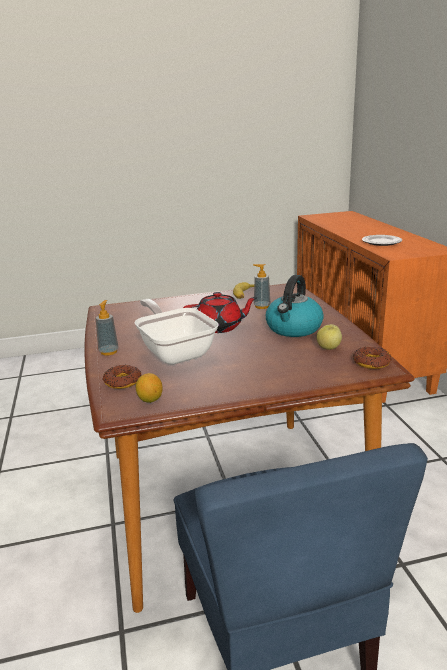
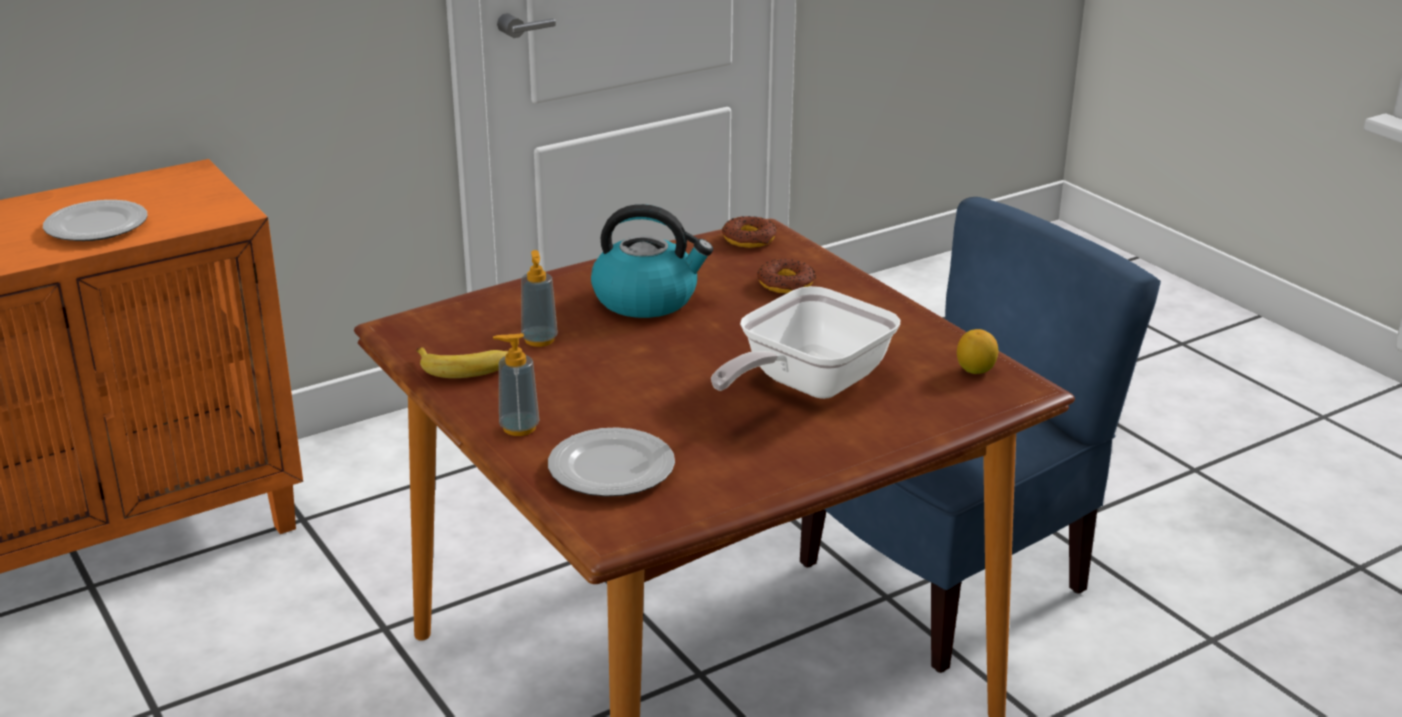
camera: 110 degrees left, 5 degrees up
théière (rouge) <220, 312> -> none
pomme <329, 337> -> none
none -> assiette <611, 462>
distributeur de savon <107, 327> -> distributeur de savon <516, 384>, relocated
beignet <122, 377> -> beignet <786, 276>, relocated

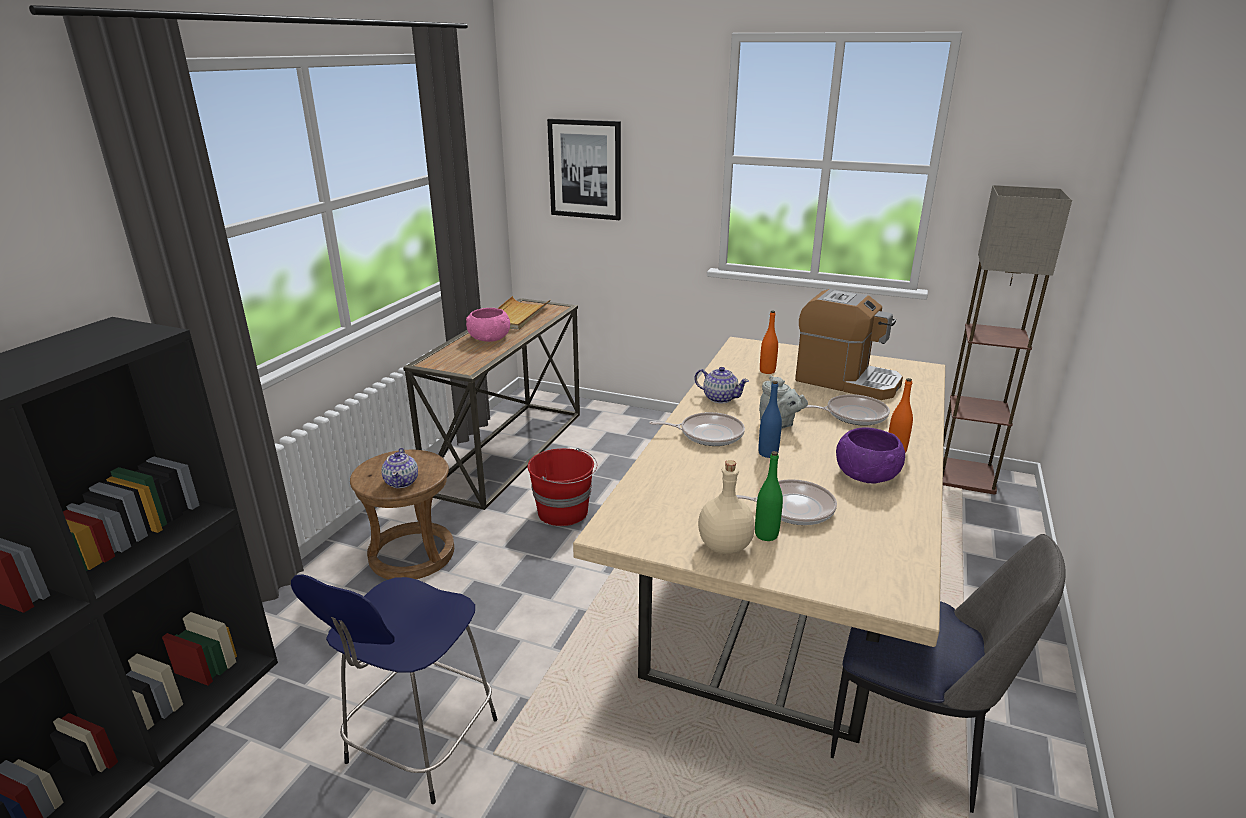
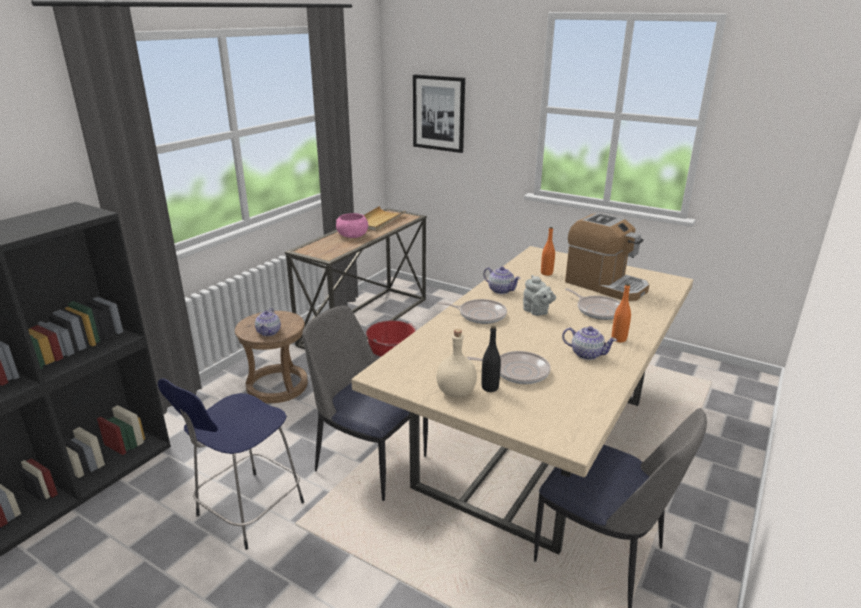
camera: 10 degrees right, 0 degrees up
bouteille (bleu) <770, 419> -> none
lampadaire <1007, 340> -> none
none -> chaise <365, 403>
bol (violet) <870, 455> -> théière <589, 343>
bouteille (vert) <769, 496> -> bouteille (noir) <491, 359>
poêle <847, 410> -> poêle <593, 304>, 45 degrees clockwise

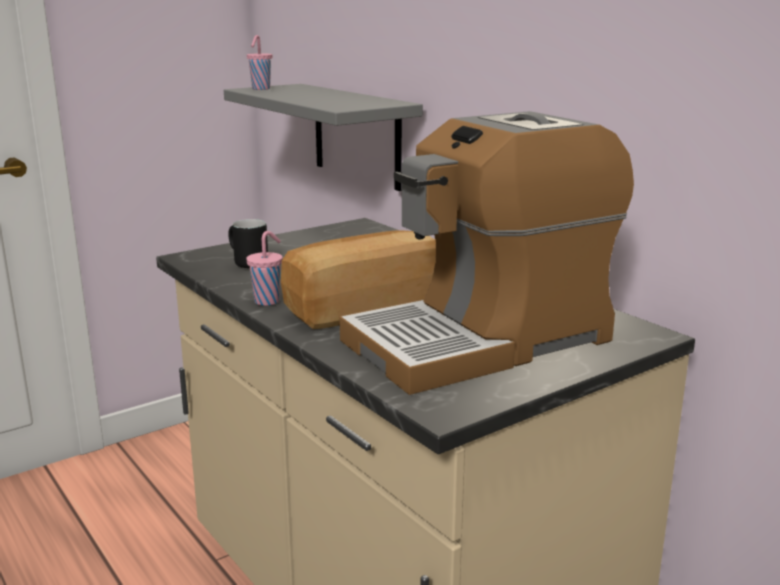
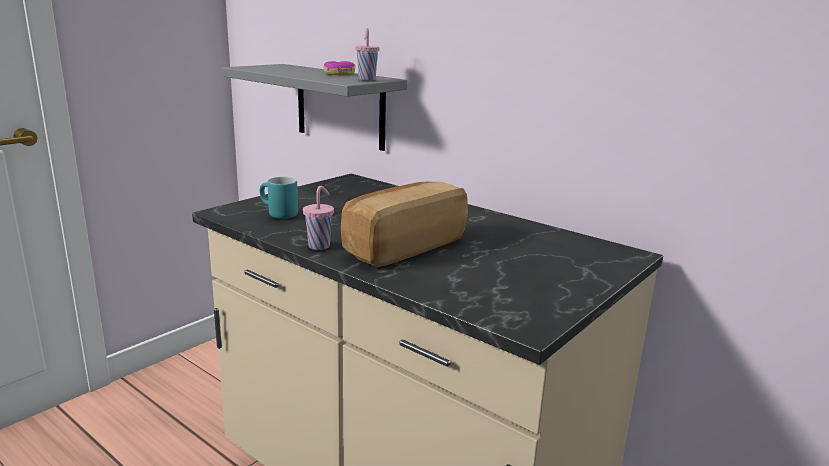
camera: 15 degrees left, 0 degrees up
machine à café <486, 253> -> none
none -> beignet <339, 68>
tasse (rose) <259, 62> -> tasse (rose) <367, 54>, relocated
mug (noir) <248, 243> -> mug (turquoise) <279, 198>

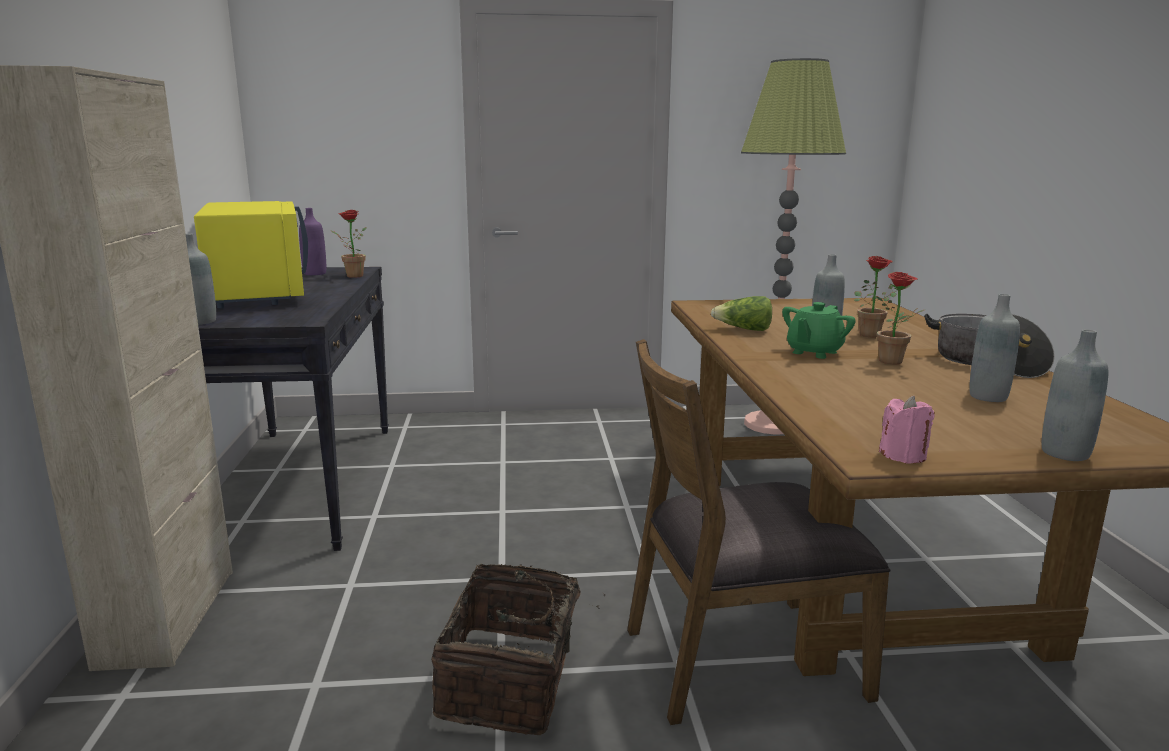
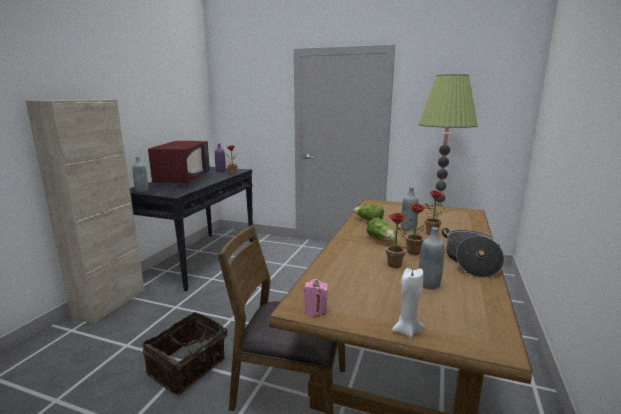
camera: 25 degrees right, 0 degrees up
none -> plante en pot <391, 240>
théière (vert) <819, 330> -> laitue <381, 228>
bouteille (gris) <1075, 395> -> bougie (blanc) <408, 303>
micro-ondes (jaune) <251, 254> -> micro-ondes (rouge) <179, 163>

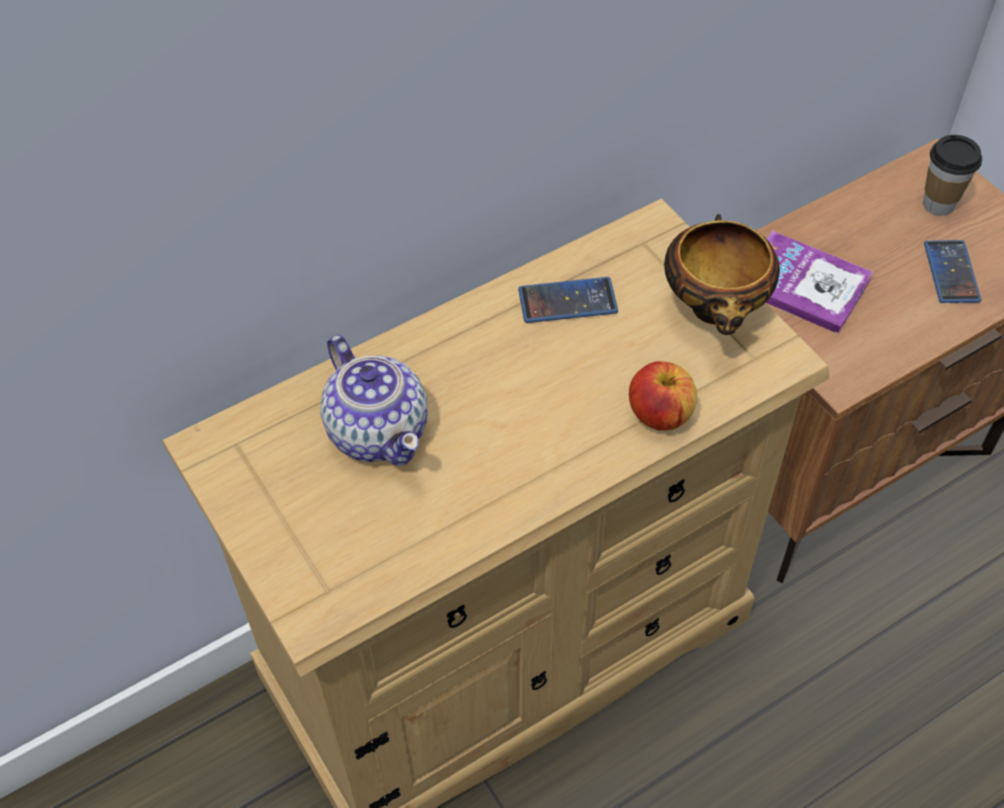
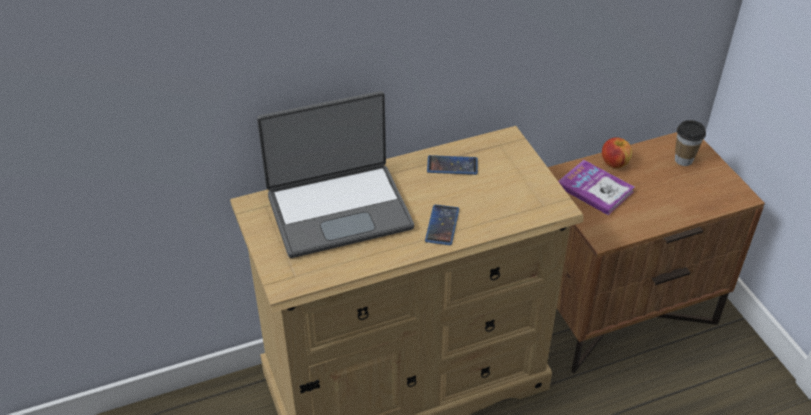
camera: 10 degrees right, 10 degrees down
bol <722, 274> -> none
pomme <663, 396> -> pomme <617, 152>, relocated
téléphone <952, 271> -> téléphone <442, 224>, relocated
théière <374, 400> -> ordinateur portable <335, 174>

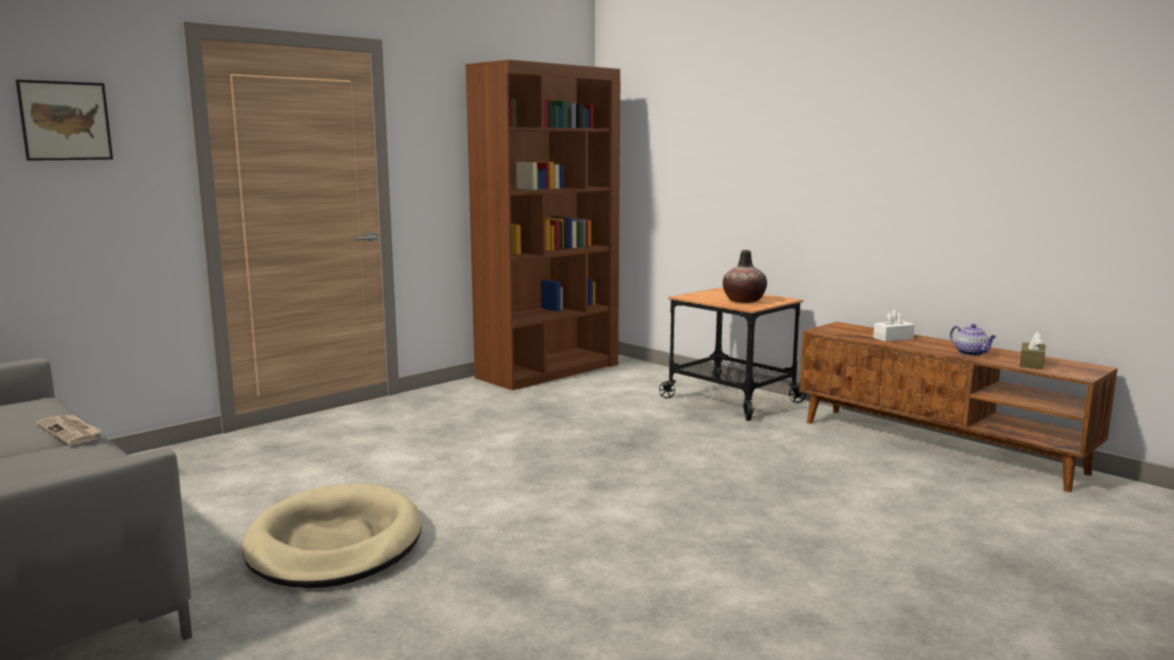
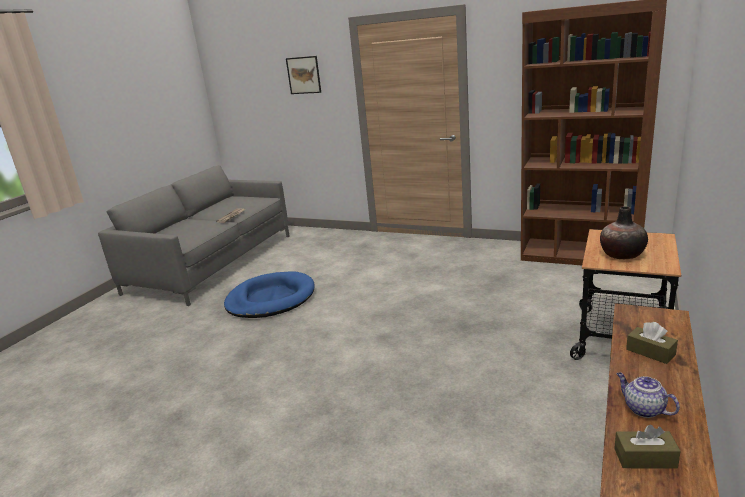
camera: 70 degrees right, 10 degrees up
panier pour chien (beige) <332, 535> -> panier pour chien (bleu) <269, 294>
boîte à mouchoirs (blanc) <894, 325> -> boîte à mouchoirs (marron) <652, 343>
théière <973, 340> -> théière <648, 395>, 105 degrees clockwise

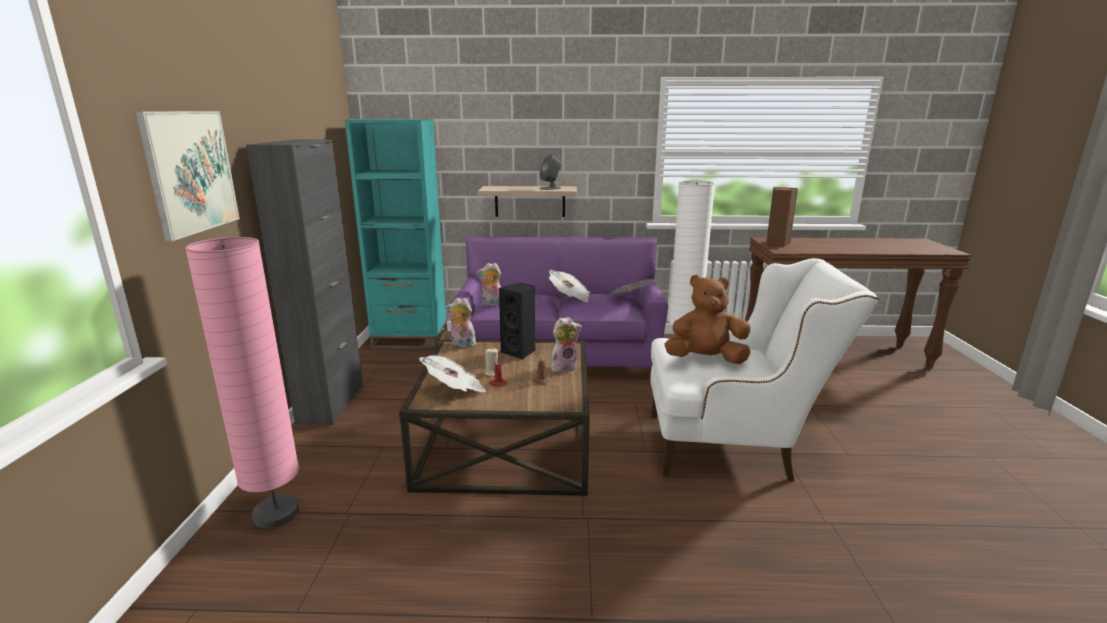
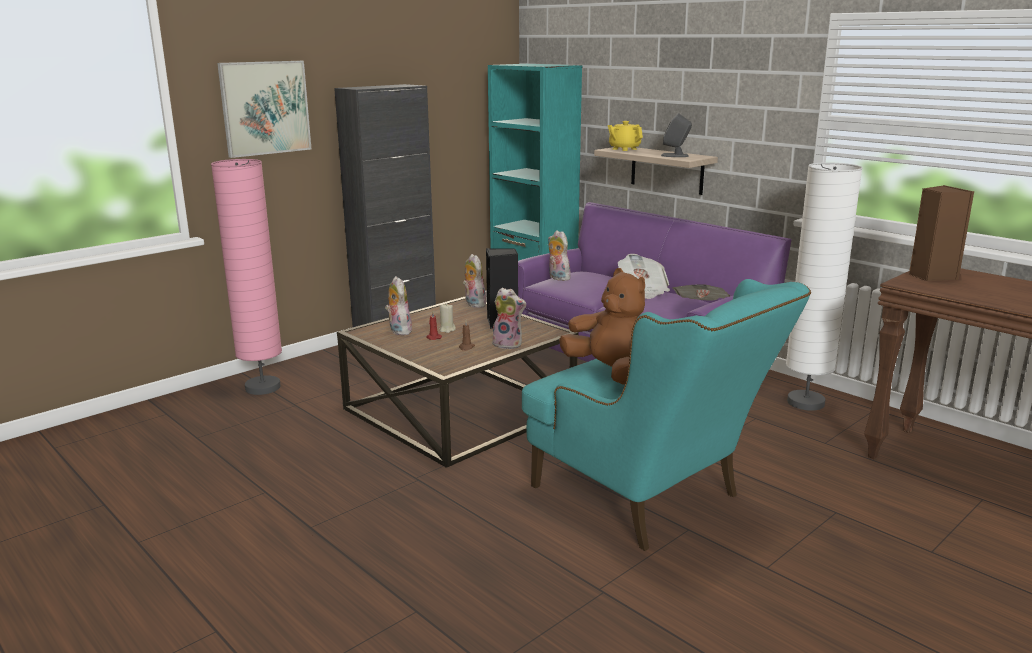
camera: 45 degrees right, 0 degrees up
none -> théière (jaune) <625, 136>
journal <452, 373> -> peluche <398, 305>
fauteuil (blanc) <765, 369> -> fauteuil (turquoise) <666, 415>

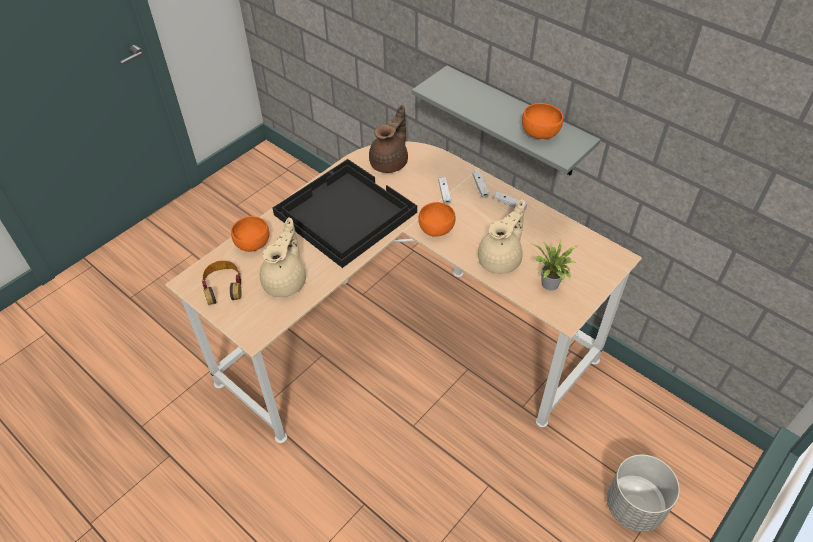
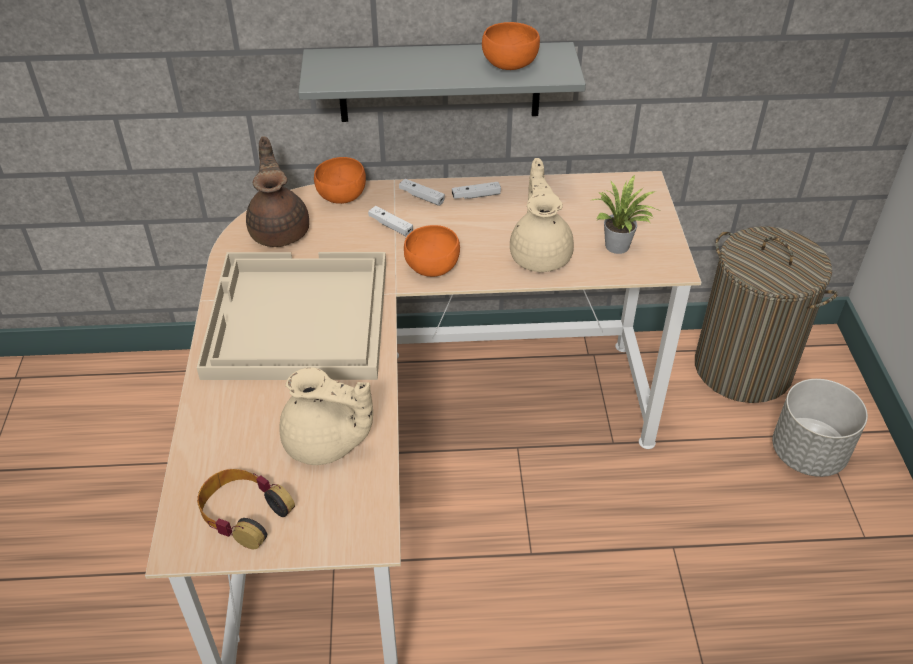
camera: 45 degrees left, 5 degrees down
none -> panier à linge <766, 314>
bol (orange) <250, 234> -> bol (orange) <340, 180>, relocated
plateau (noir) <344, 213> -> plateau (beige) <291, 316>
théière (beige) <283, 257> -> théière (beige) <326, 416>, 135 degrees clockwise

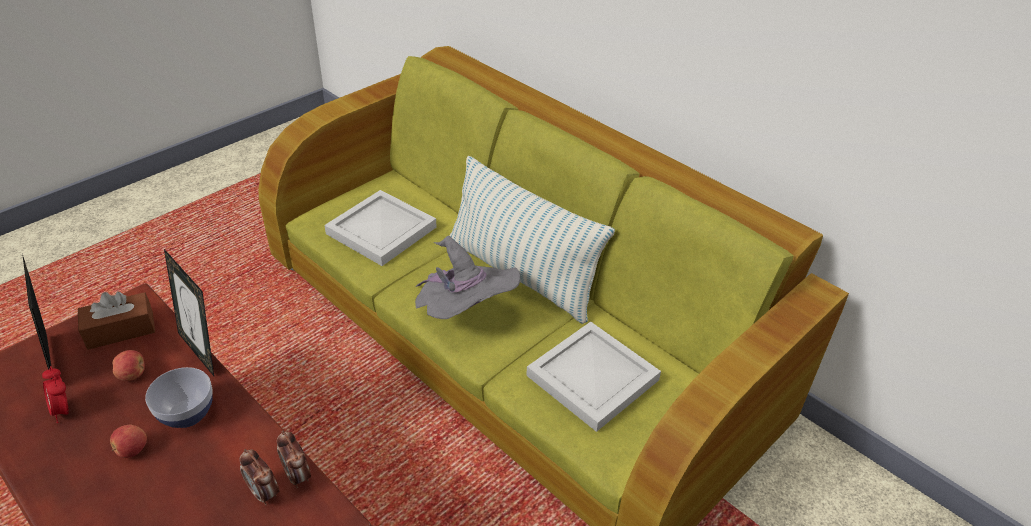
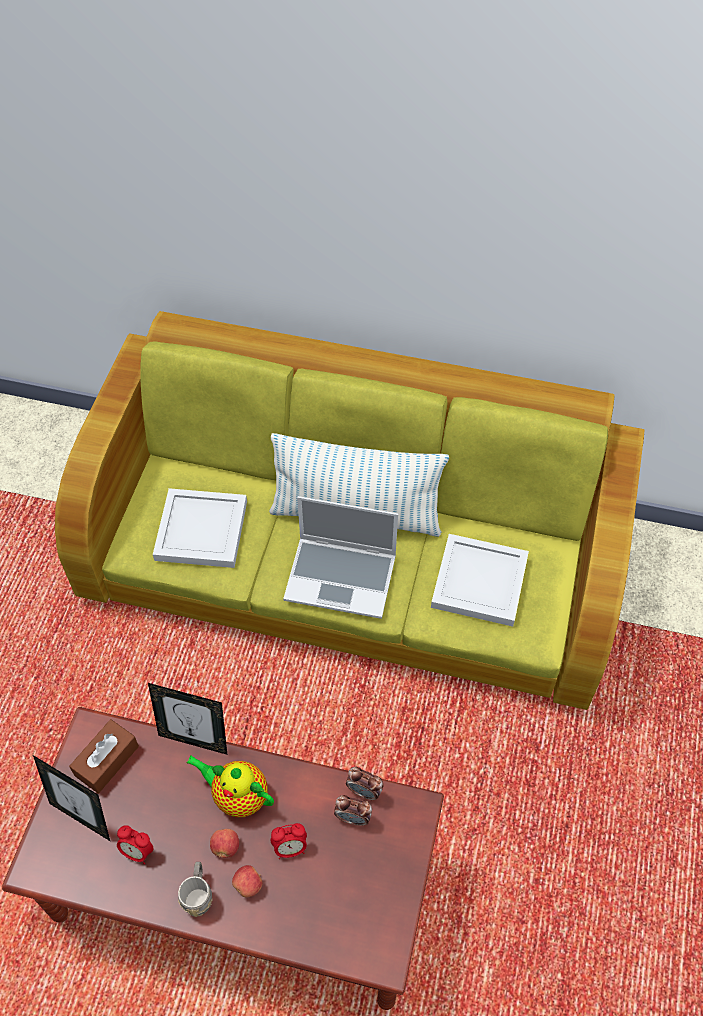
camera: 30 degrees left, 15 degrees up
none -> mug (gris) <195, 889>
none -> réveil <289, 841>
pomme <129, 365> -> pomme <247, 881>, relocated
bol <179, 397> -> théière <230, 786>
chapeau (gris) <467, 277> -> ordinateur portable <340, 557>

